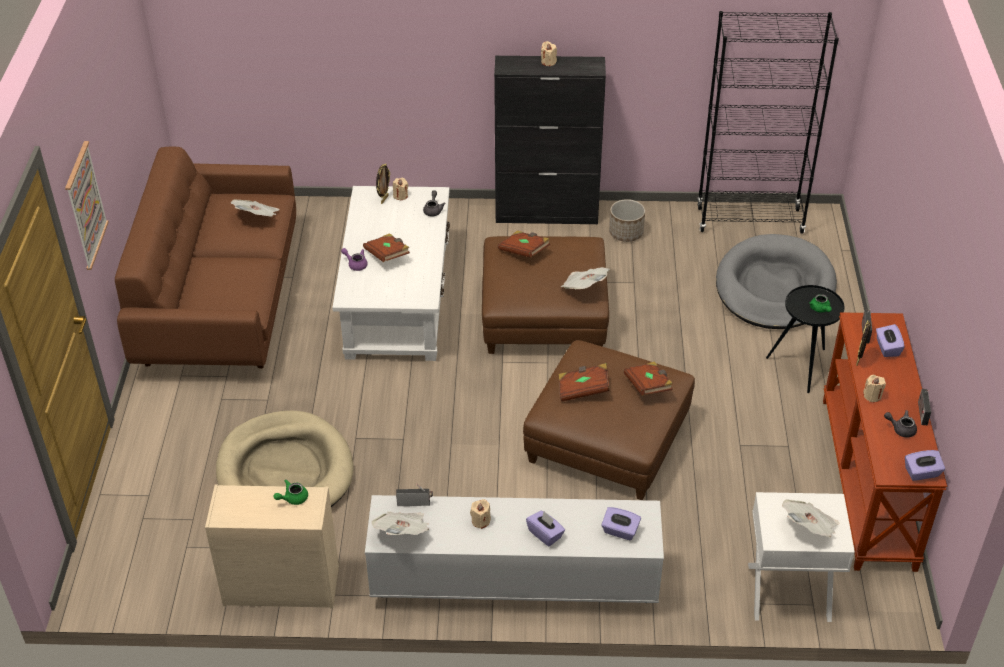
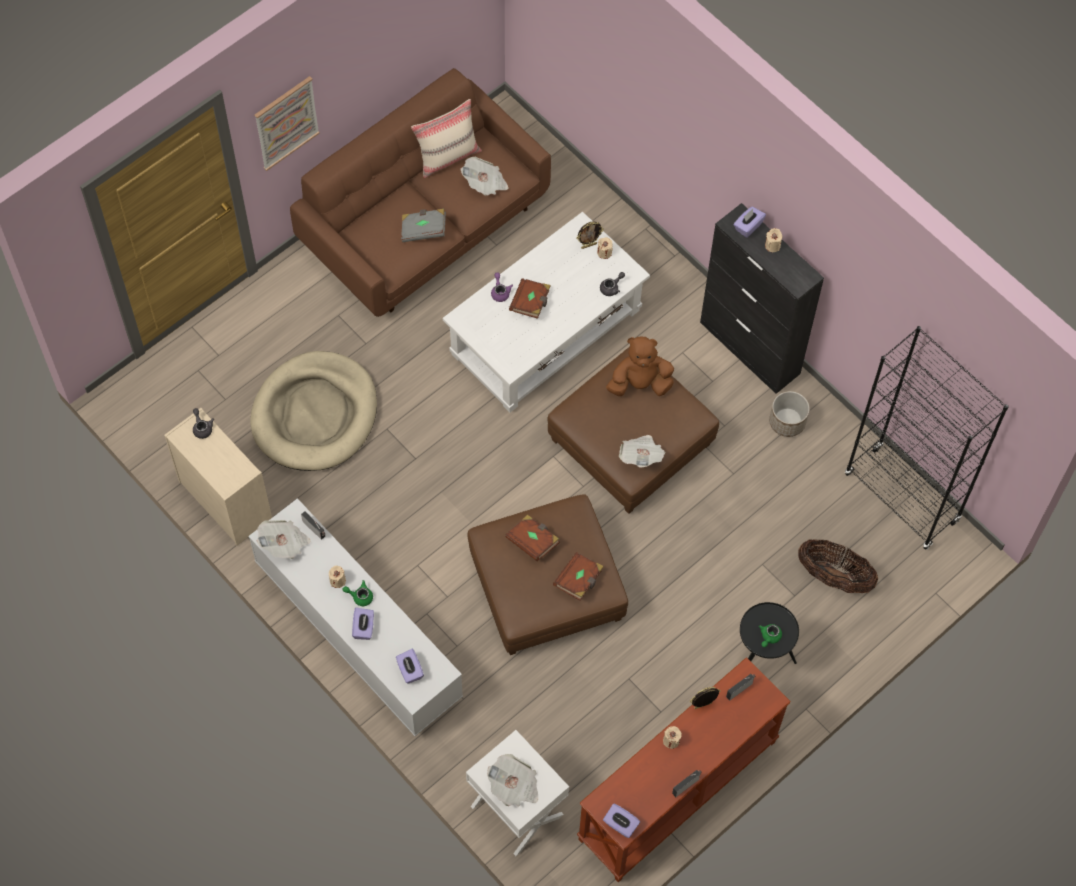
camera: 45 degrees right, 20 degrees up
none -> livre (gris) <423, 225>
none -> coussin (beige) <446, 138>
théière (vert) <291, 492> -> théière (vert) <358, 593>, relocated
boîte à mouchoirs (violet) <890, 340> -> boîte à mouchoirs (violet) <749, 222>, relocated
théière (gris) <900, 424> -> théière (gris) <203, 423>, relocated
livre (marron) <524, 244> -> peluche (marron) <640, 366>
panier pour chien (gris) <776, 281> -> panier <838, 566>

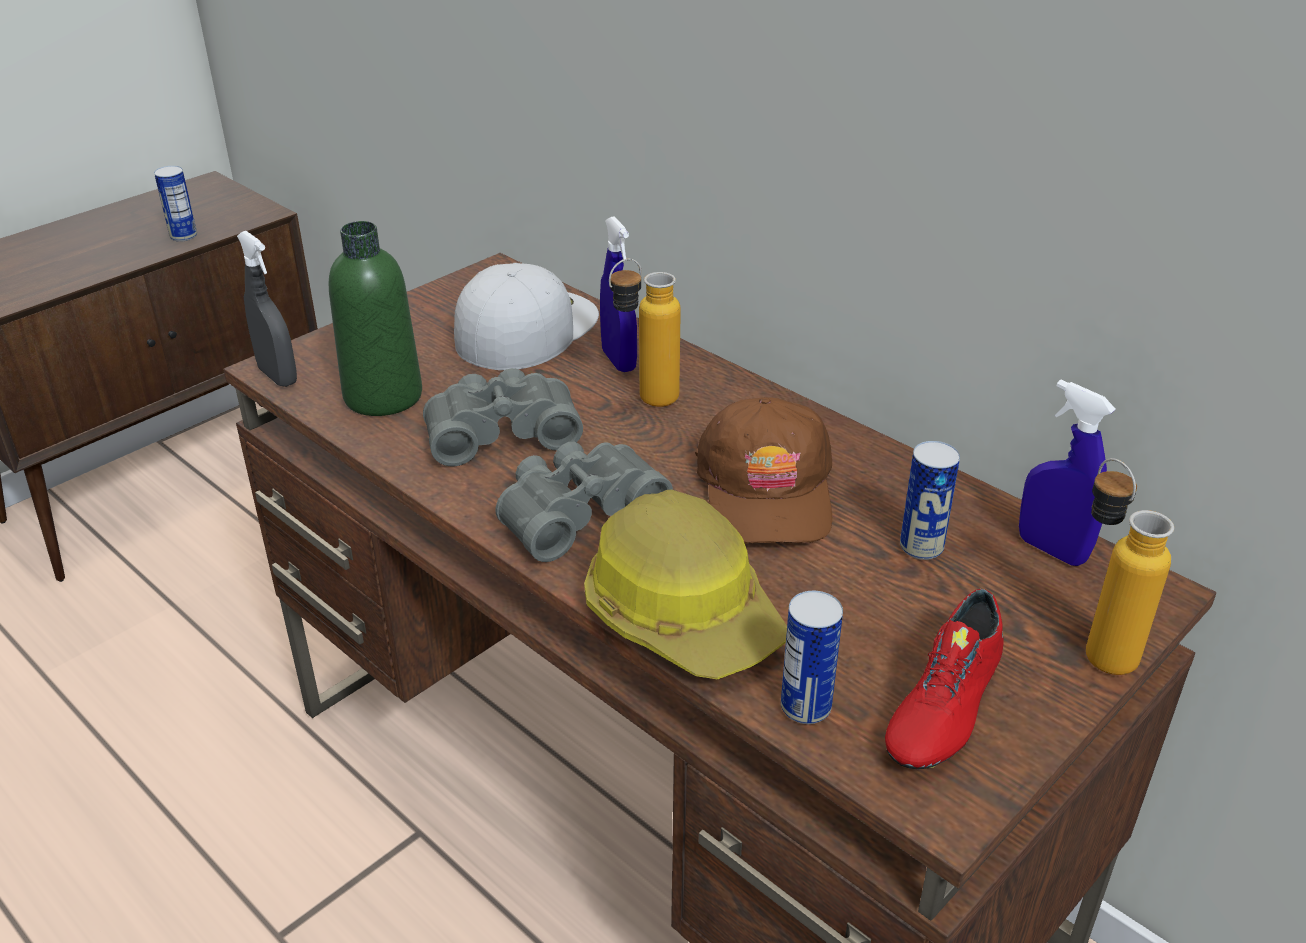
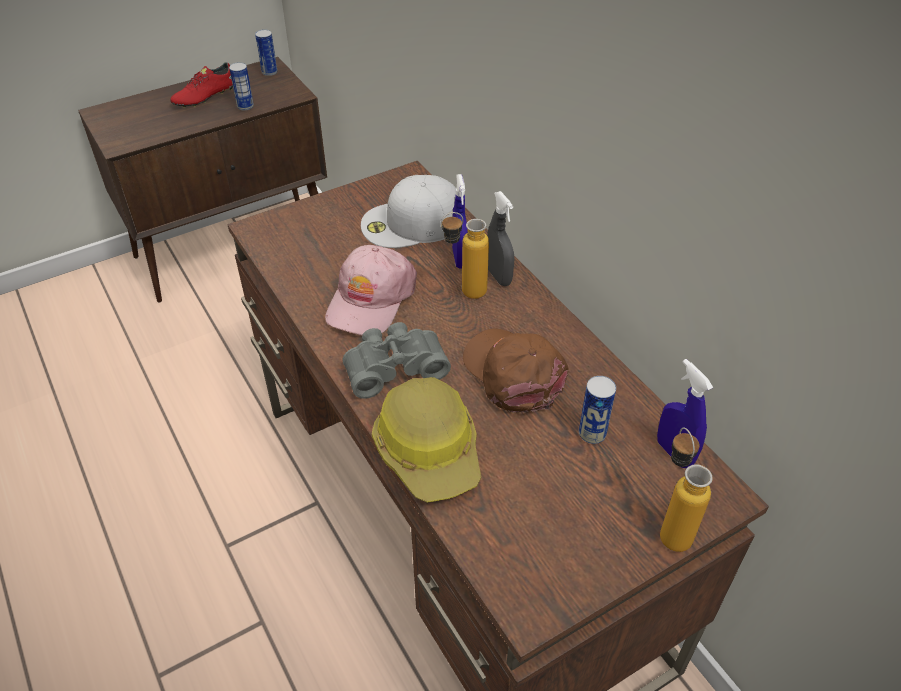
camera: 15 degrees right, 10 degrees up
bouteille (vert) <375, 318> -> none
vaporisateur (gris) <267, 309> -> vaporisateur (gris) <500, 238>, relocated
boîte métallique <812, 657> -> boîte métallique <266, 53>, relocated
chaussure (rouge) <944, 679> -> chaussure (rouge) <201, 85>, relocated
jumelles (gris) <503, 417> -> casquette (rose) <371, 290>
casquette (blanc) <526, 316> -> casquette (blanc) <408, 211>, 150 degrees counterclockwise
casquette (marron) <763, 470> -> casquette (marron) <516, 371>, 135 degrees clockwise

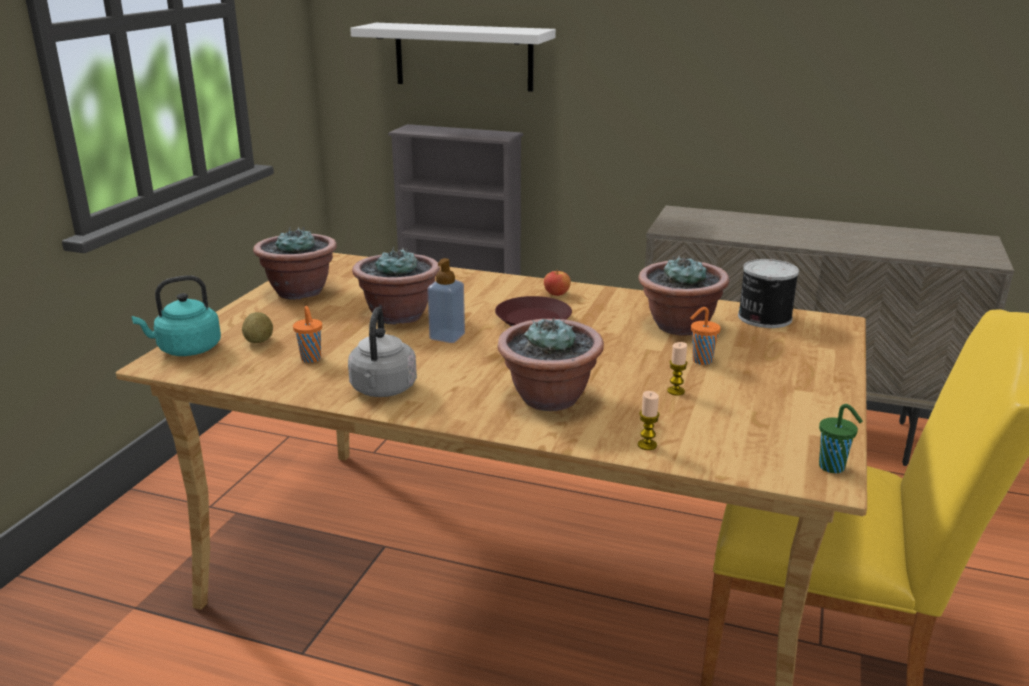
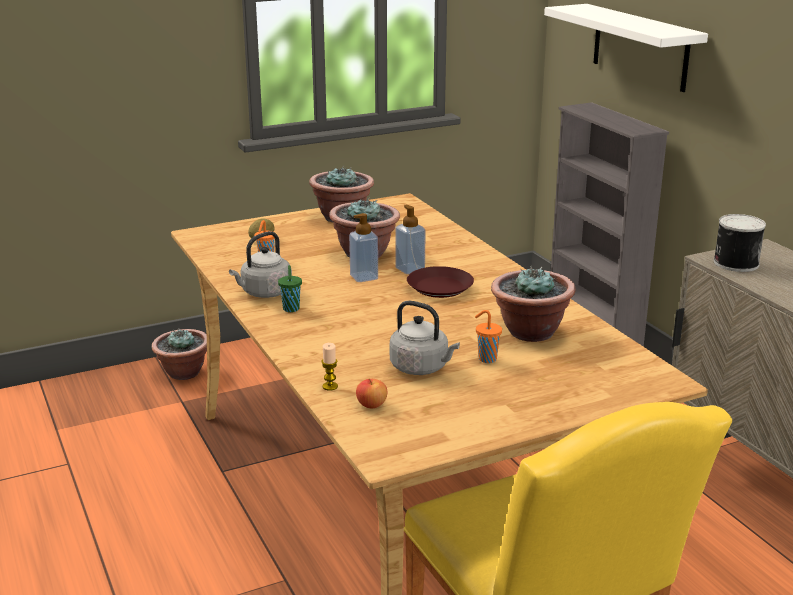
camera: 45 degrees right, 0 degrees up
bouilloire (turquoise) <176, 315> -> none
none -> distributeur de savon <410, 239>
plante en pot <550, 364> -> plante en pot <179, 354>, relocated
pomme <557, 283> -> pomme <371, 393>, relocated
boîte métallique <768, 293> -> boîte métallique <739, 243>, relocated
tasse (vert) <841, 438> -> tasse (vert) <290, 288>, relocated
bougie <677, 369> -> bouilloire (gris) <425, 338>

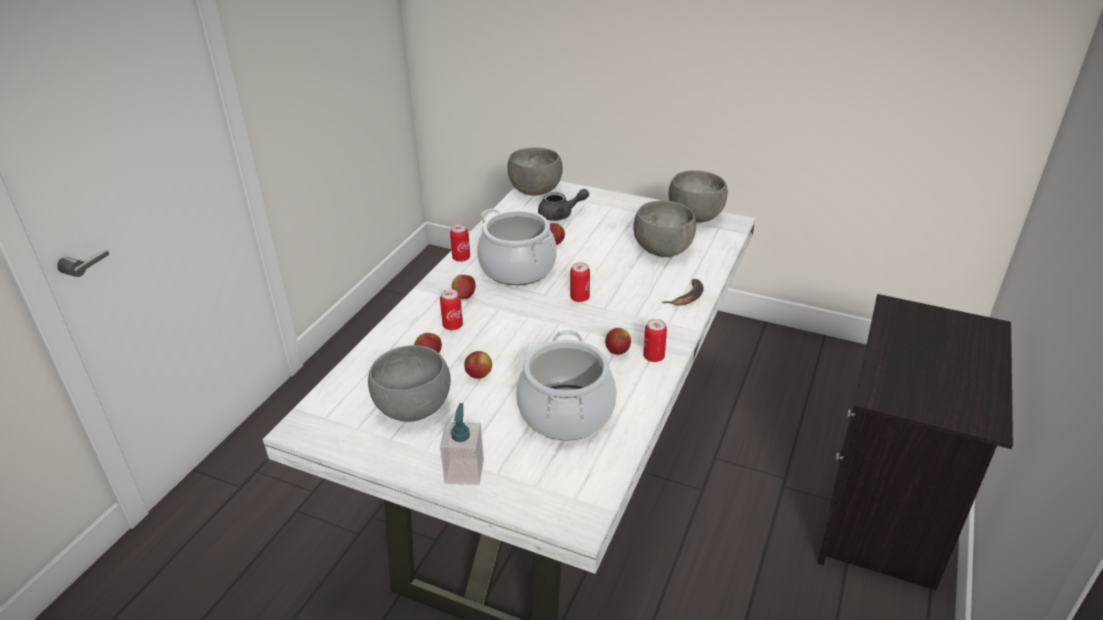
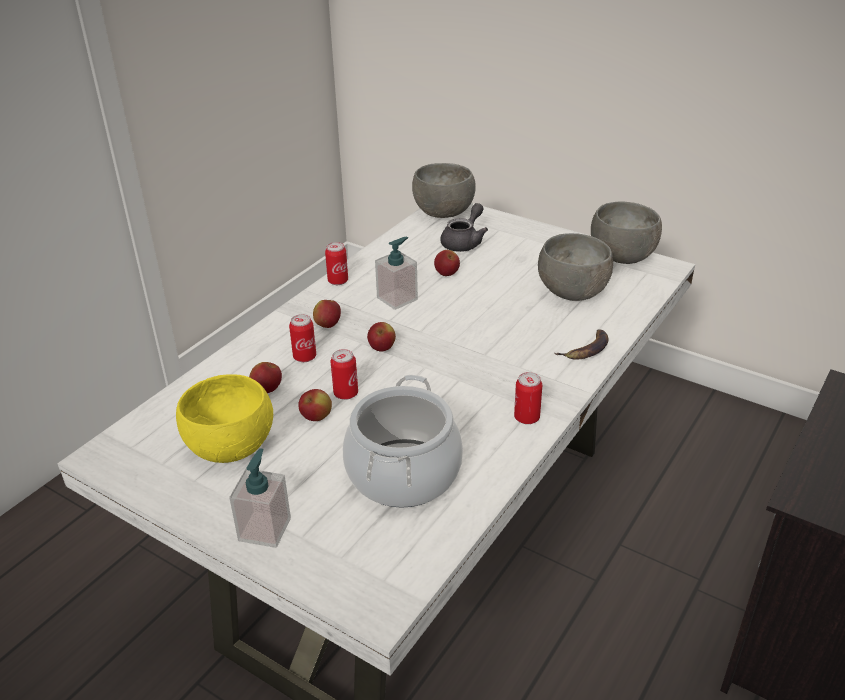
camera: 10 degrees right, 0 degrees up
boîte métallique <580, 282> -> boîte métallique <344, 374>, relocated
pomme <618, 341> -> pomme <381, 336>, relocated
marmite <517, 247> -> distributeur de savon <396, 273>
bol (gris) <409, 383> -> bol (jaune) <224, 418>
théière (gris) <563, 205> -> théière (gris) <464, 227>, 60 degrees counterclockwise

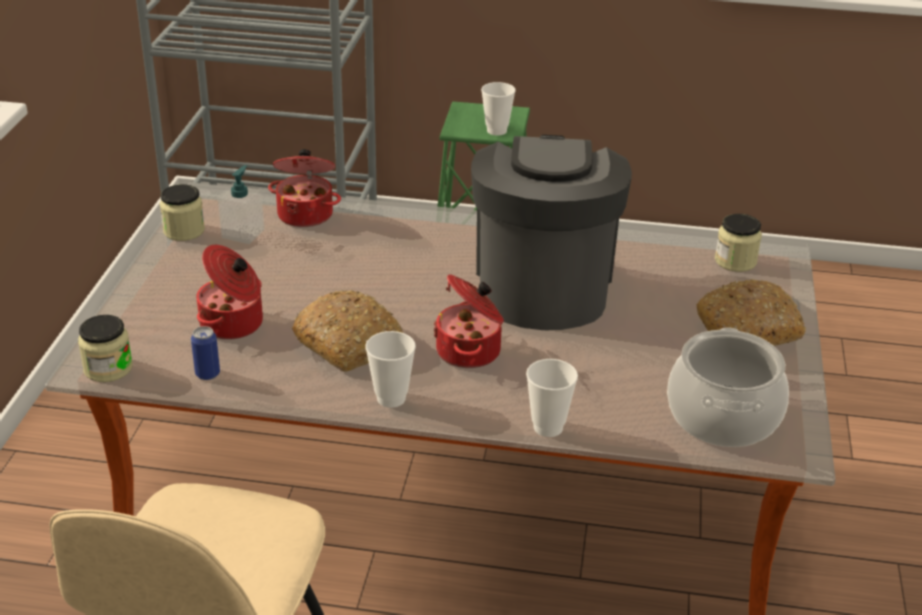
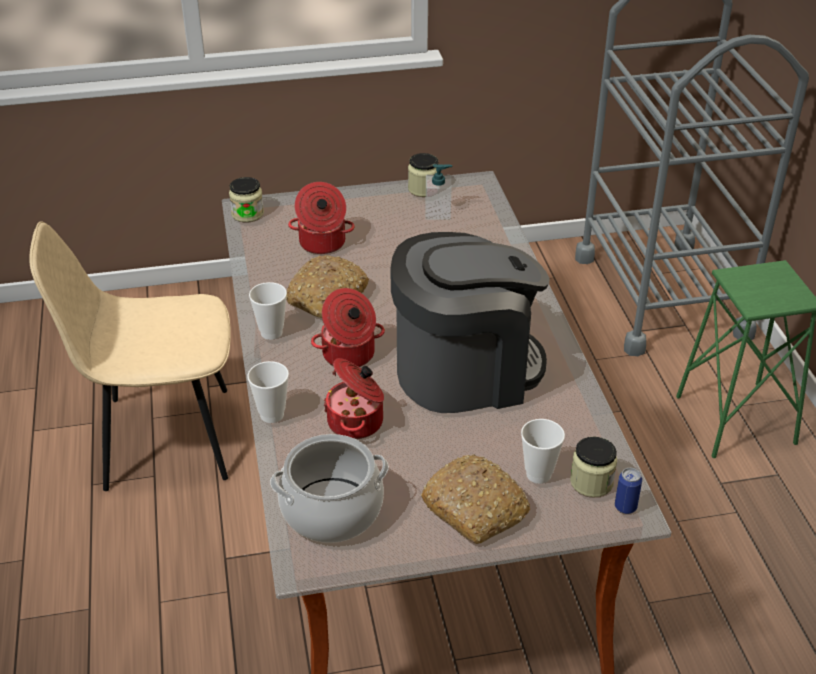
camera: 70 degrees right, 5 degrees up
boîte métallique <205, 353> -> boîte métallique <628, 491>, relocated
marmite <304, 188> -> marmite <354, 398>, relocated
tasse <498, 109> -> tasse <543, 451>, relocated

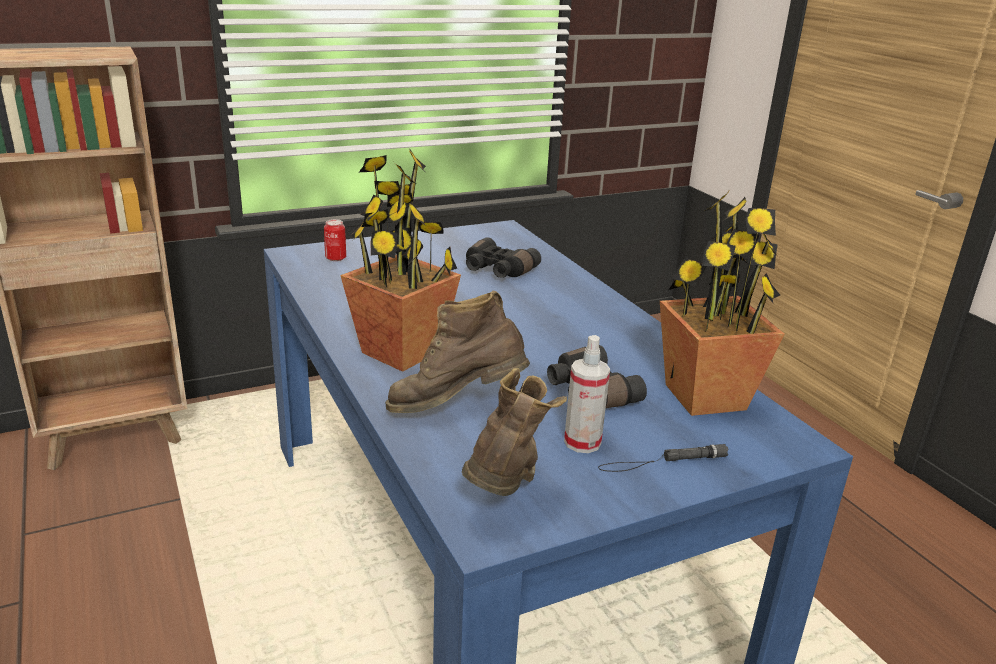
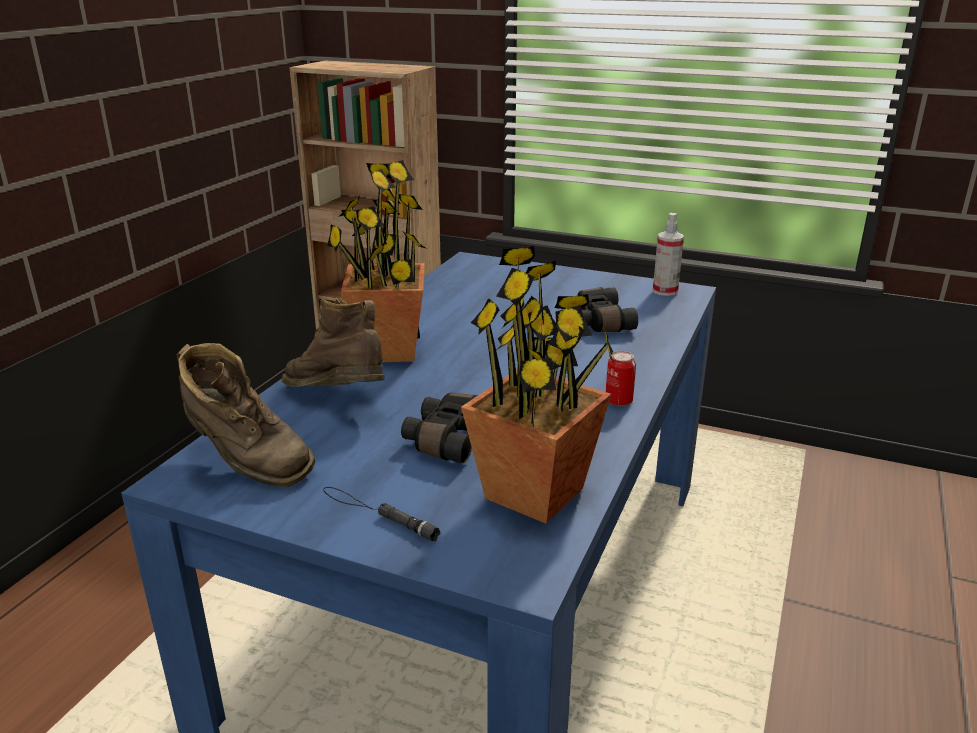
camera: 50 degrees right, 0 degrees up
boîte métallique <335, 240> -> boîte métallique <621, 378>, relocated
vaporisateur <587, 394> -> vaporisateur <668, 254>, relocated
botte (marron) <514, 432> -> botte (marron) <246, 415>, 60 degrees clockwise

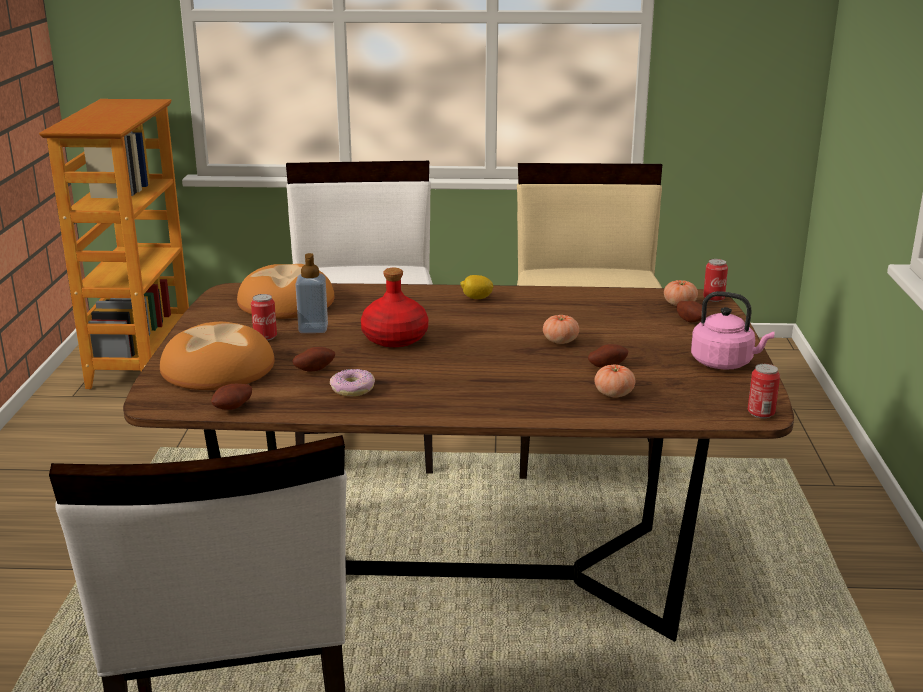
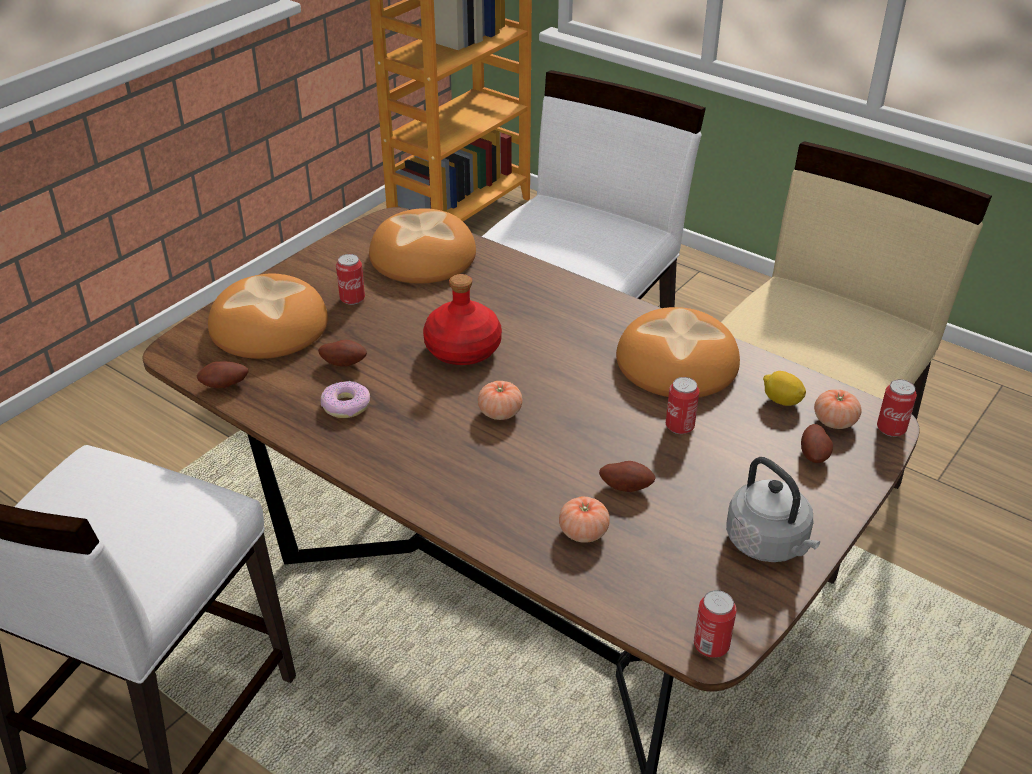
camera: 35 degrees right, 15 degrees up
distributeur de savon <311, 293> -> none
none -> pain <678, 352>
none -> boîte métallique <682, 405>
citron <477, 287> -> citron <784, 388>, relocated
tomate <561, 329> -> tomate <500, 400>, relocated
bouilloire (rose) <733, 330> -> bouilloire (gris) <773, 509>

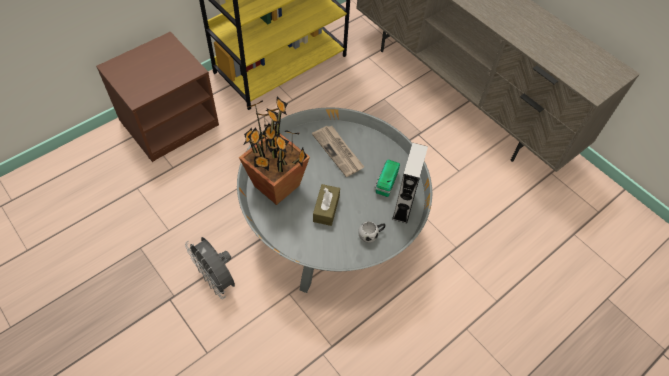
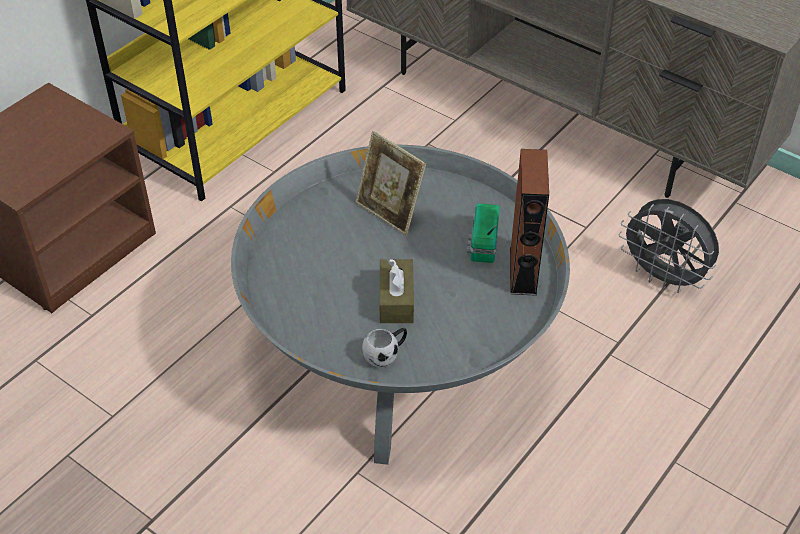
camera: 10 degrees left, 10 degrees down
plante en pot <274, 151> -> none
ventilateur (gris) <210, 268> -> ventilateur (gris) <668, 246>, relocated
mug (blanc) <372, 232> -> mug (blanc) <384, 348>, relocated
journal <338, 151> -> cadre photo <391, 183>
enceinte (gris) <410, 183> -> enceinte (marron) <529, 222>

